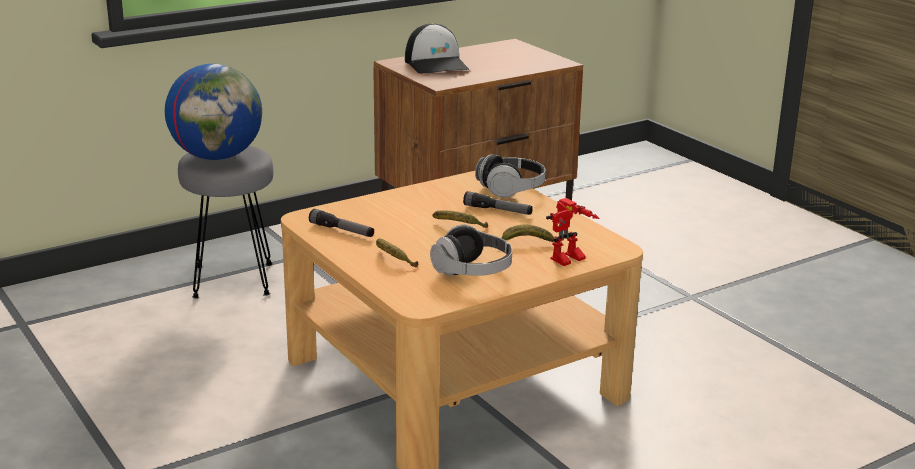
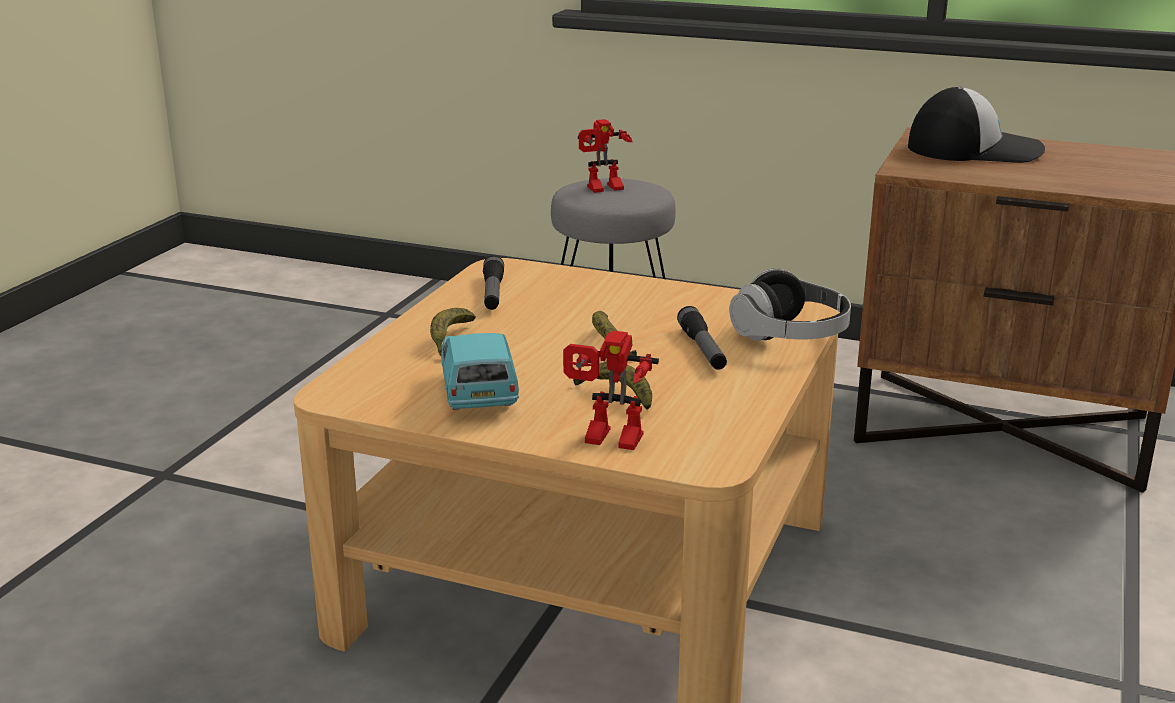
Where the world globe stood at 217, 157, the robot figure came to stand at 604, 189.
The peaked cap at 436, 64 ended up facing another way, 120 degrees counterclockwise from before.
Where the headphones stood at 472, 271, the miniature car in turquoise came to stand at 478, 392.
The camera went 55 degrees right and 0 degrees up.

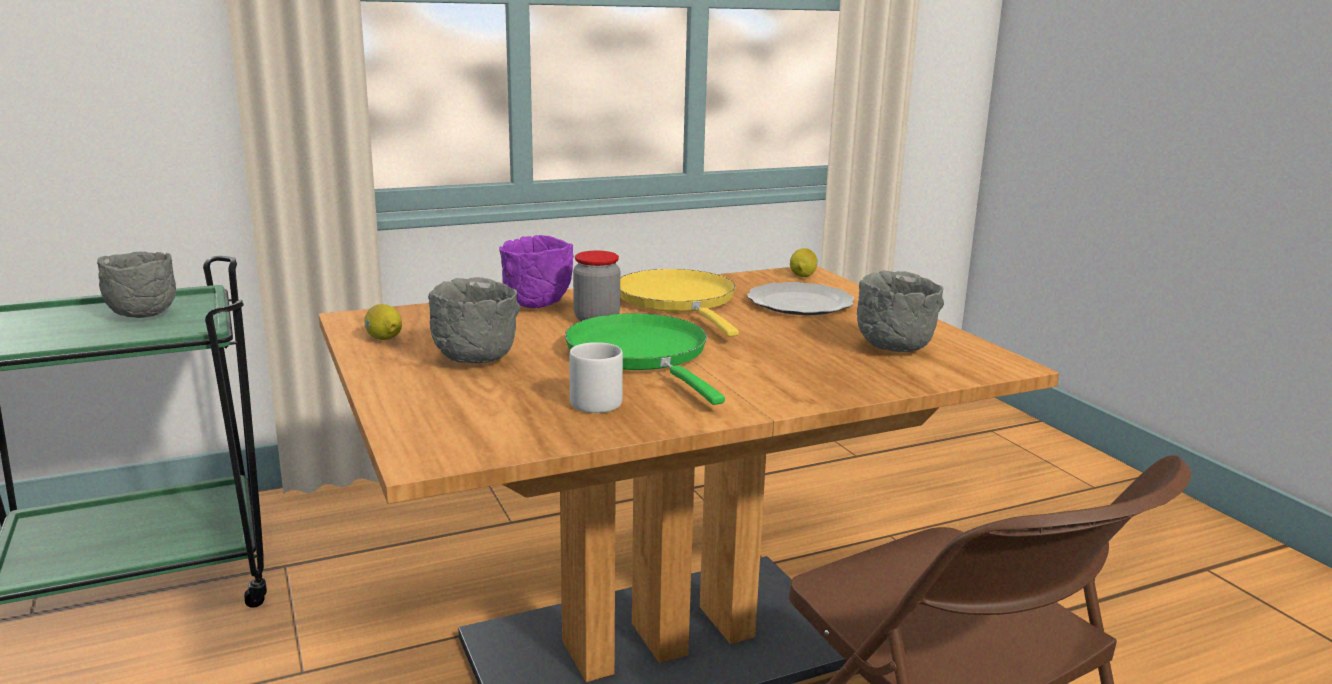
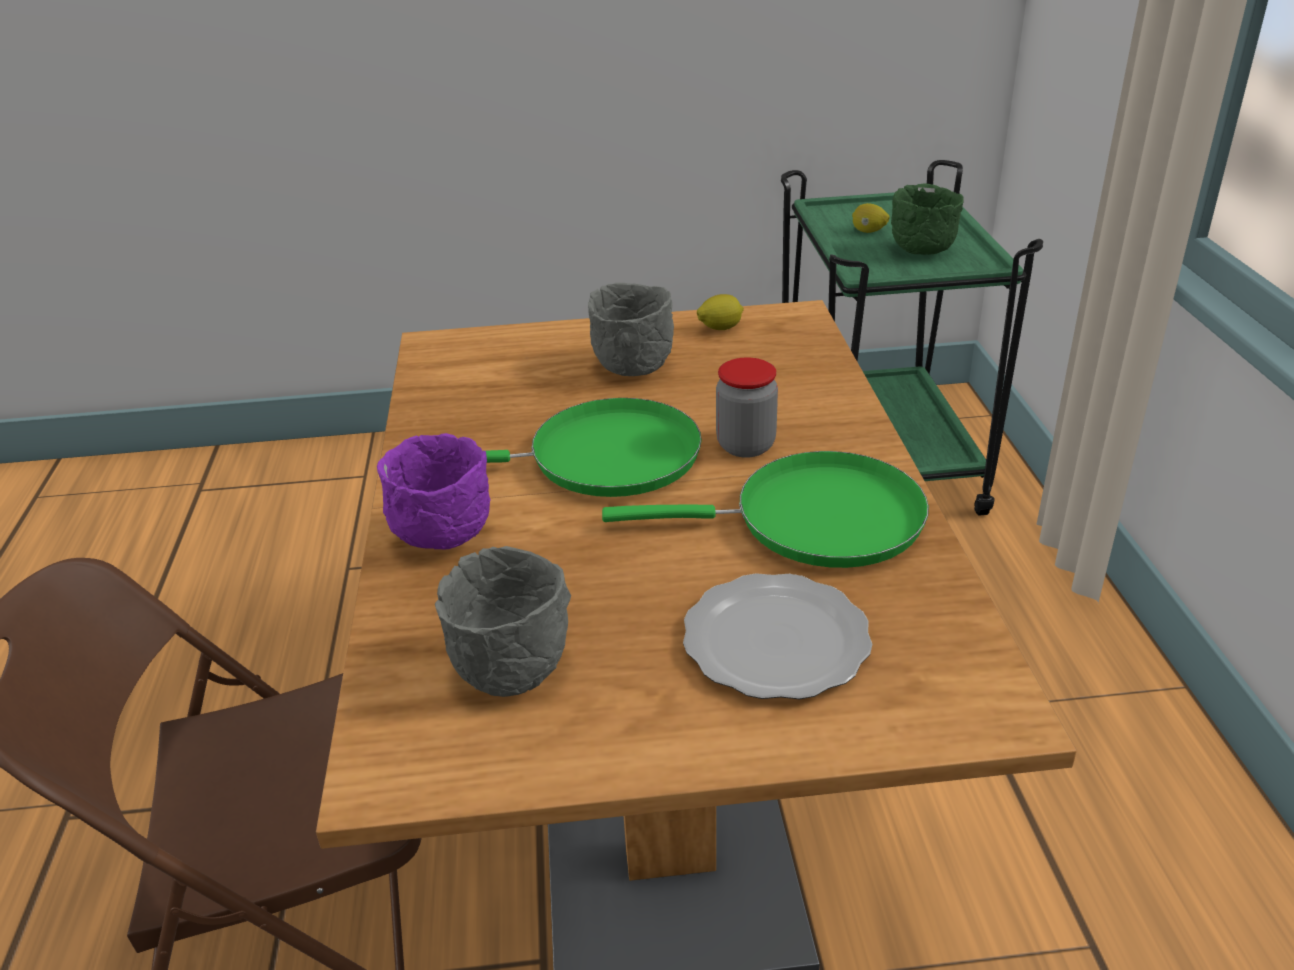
What was the serving bowl in gray at 142, 317 turned into the serving bowl in green at 920, 252.
The serving bowl in purplish ended up elsewhere, having gone from 539, 305 to 442, 539.
The second view lost the coffee mug in gray at 599, 401.
What was the skillet in yellow-coloured at 679, 301 turned into the skillet in green at 815, 520.
The lemon ended up elsewhere, having gone from 803, 276 to 868, 232.
The camera went 110 degrees right and 15 degrees up.

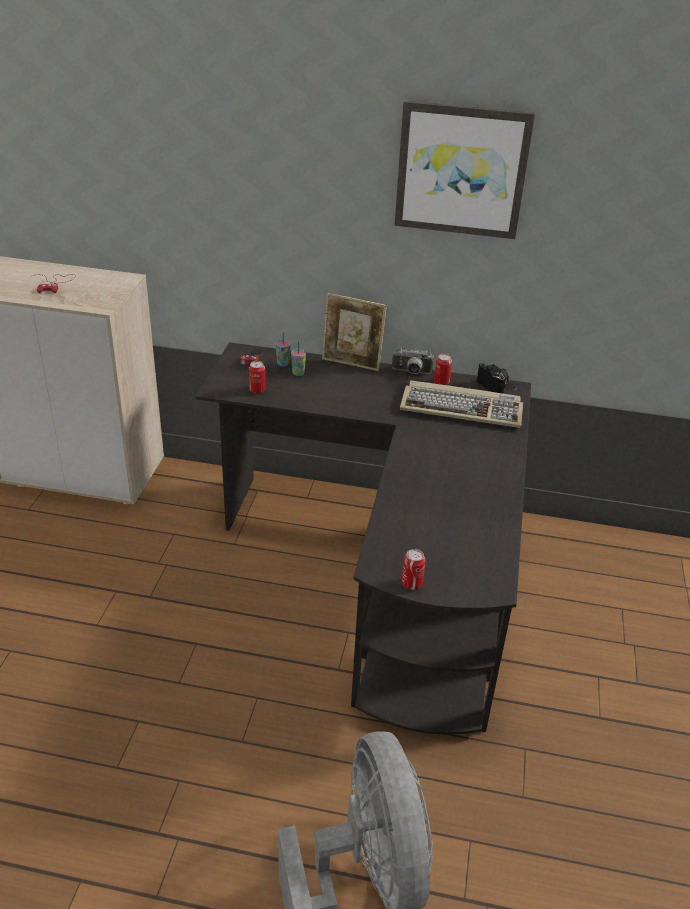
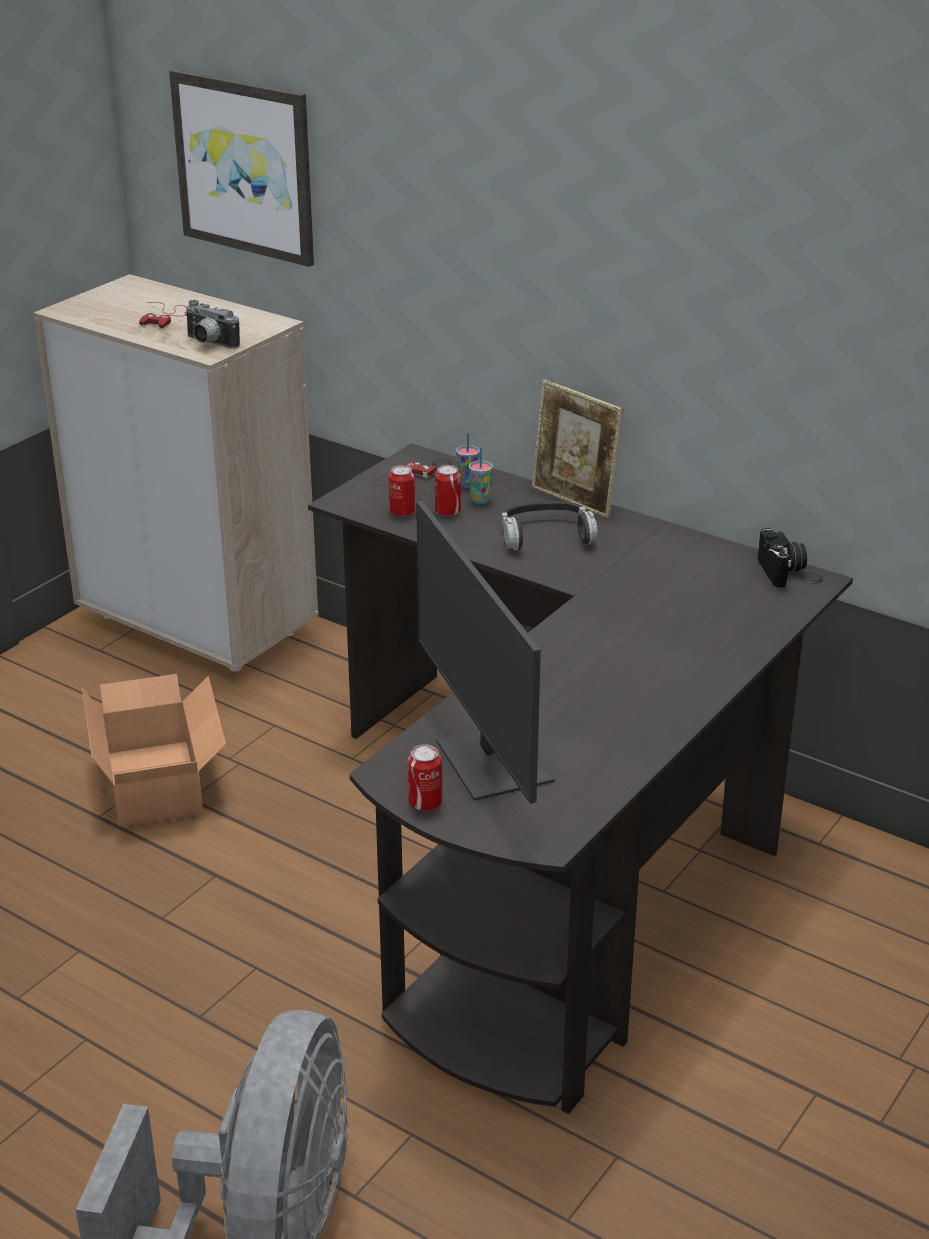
The still camera ended up elsewhere, having gone from 411, 372 to 208, 343.
The wall picture ended up elsewhere, having gone from 461, 170 to 245, 166.
The second view lost the PC keyboard at 462, 408.
The sealed can ended up elsewhere, having gone from 441, 382 to 447, 511.
The second view gained the cardboard box at 159, 780.
The second view gained the computer screen at 491, 762.
The second view gained the headphones at 546, 535.
The camera went 25 degrees right and 5 degrees down.

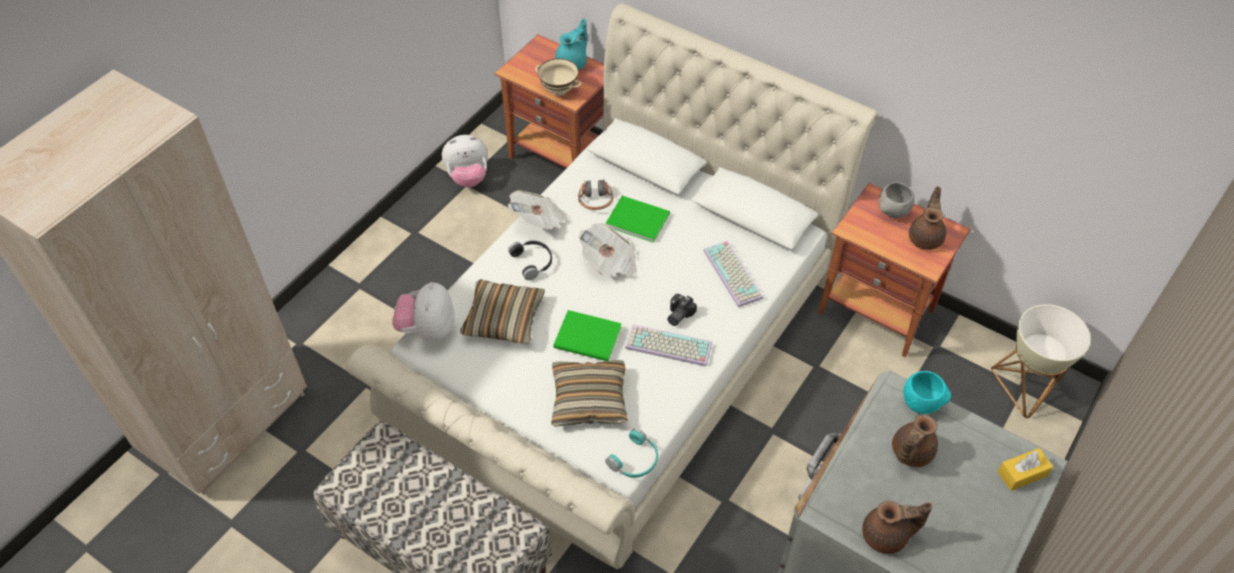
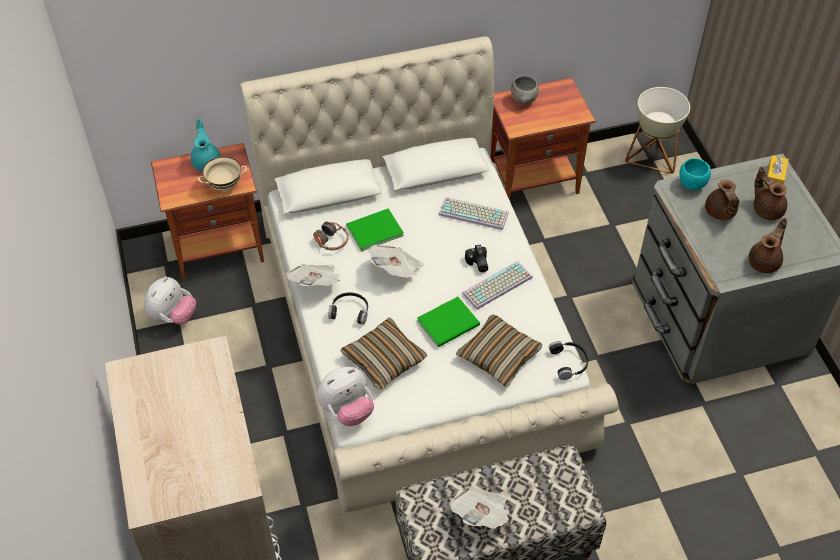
The cuddly toy at 428, 329 ended up facing another way, 75 degrees counterclockwise from before.
What was the headphones in turquoise at 635, 460 turned into the headphones in blackish at 569, 362.
The teapot in brownish ended up elsewhere, having gone from 926, 237 to 767, 209.
The second view gained the printed paper at 481, 514.
The camera went 50 degrees left and 0 degrees up.

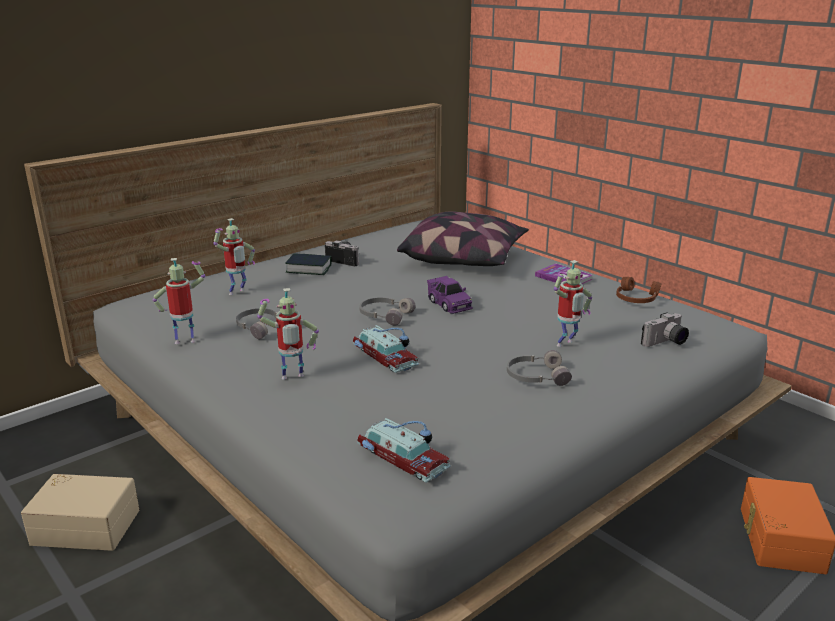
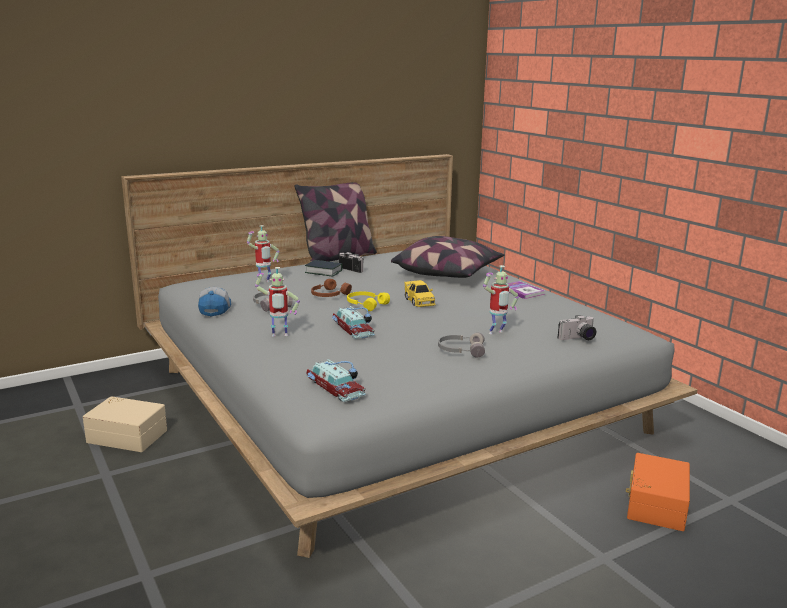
Where the robot figure stood at 186, 340, the peaked cap came to stand at 214, 308.
What was the headphones in gray at 385, 315 turned into the headphones in yellow-coloured at 366, 304.
What was the miniature car in purplish at 449, 304 turned into the miniature car in yellow-coloured at 419, 301.
The headphones in brownish ended up elsewhere, having gone from 635, 299 to 328, 295.
The second view gained the cushion at 338, 257.
The camera went 10 degrees right and 5 degrees down.

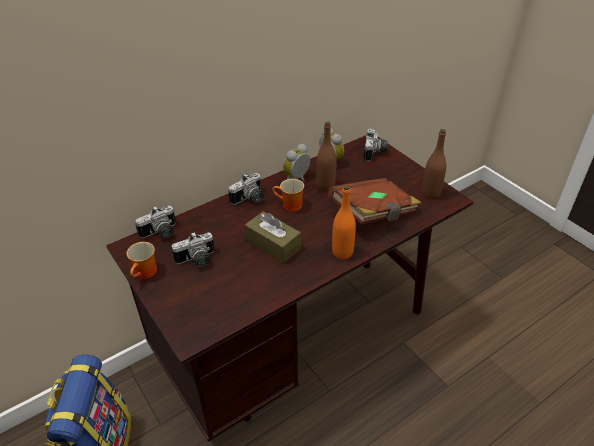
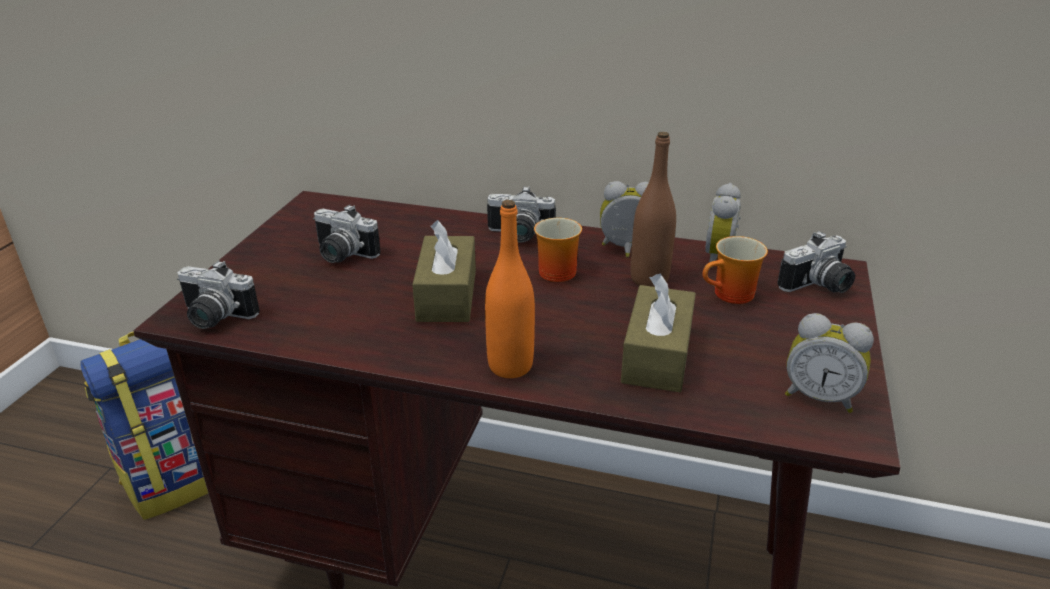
The coffee mug ended up elsewhere, having gone from 146, 273 to 732, 296.
The still camera ended up elsewhere, having gone from 161, 233 to 213, 318.
Where the volume in brownish stood at 374, 213, the tissue box in brownish came to stand at 657, 355.
Where the beverage bottle in brownish stood at 430, 194, the table clock came to stand at 819, 397.
The camera went 50 degrees right and 10 degrees down.

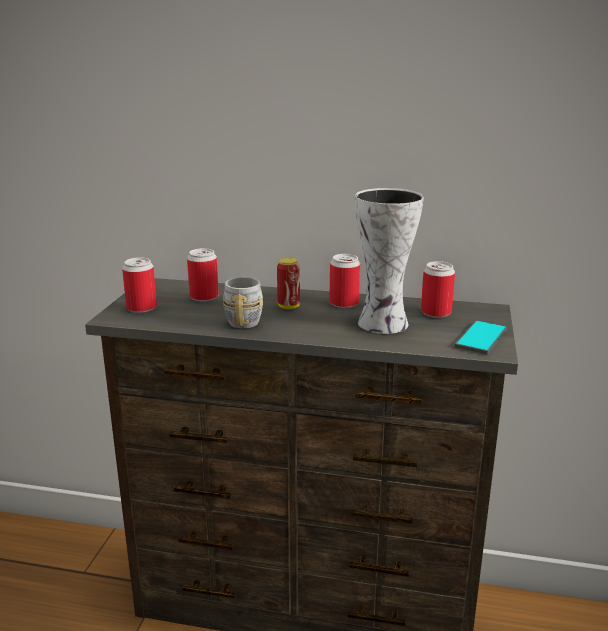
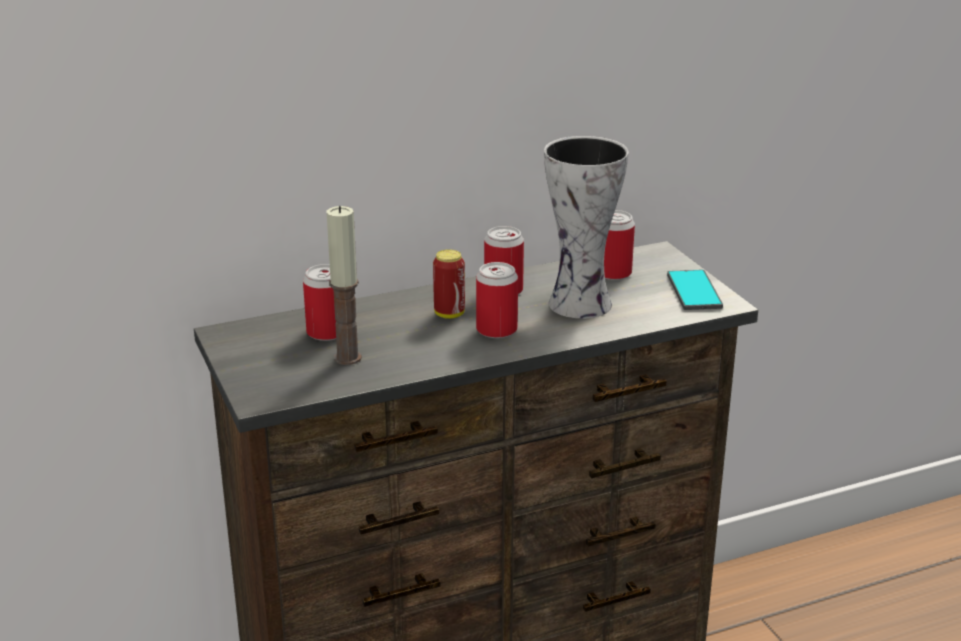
The sealed can ended up elsewhere, having gone from 141, 308 to 496, 330.
The second view lost the coffee mug in gray at 245, 319.
The second view gained the candle at 347, 358.
The camera went 35 degrees left and 5 degrees up.

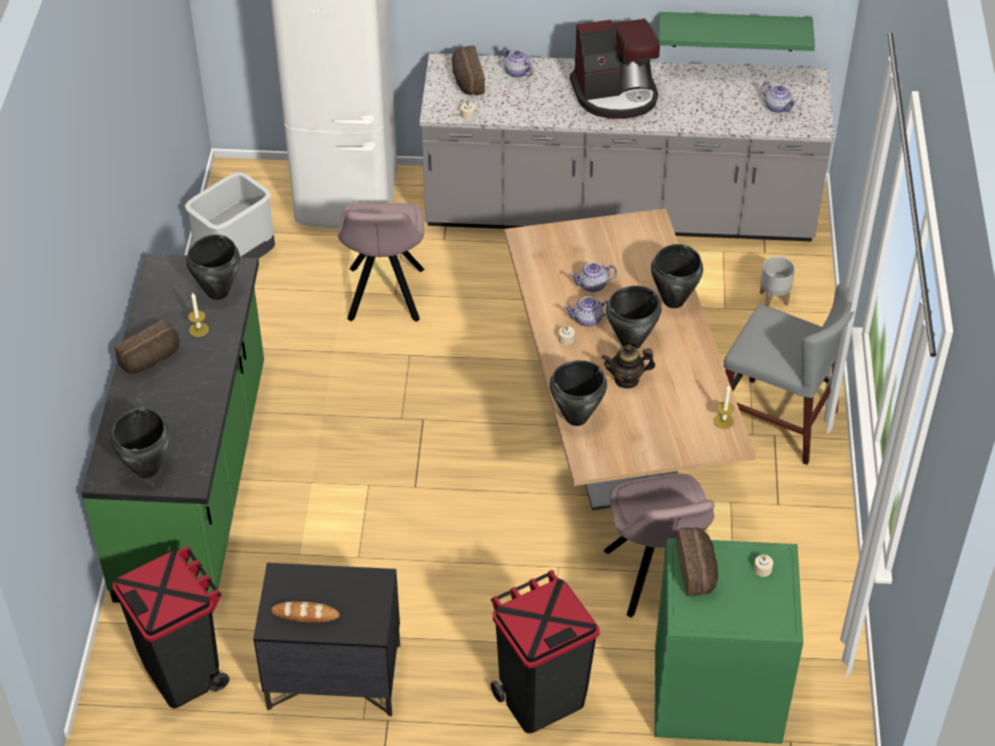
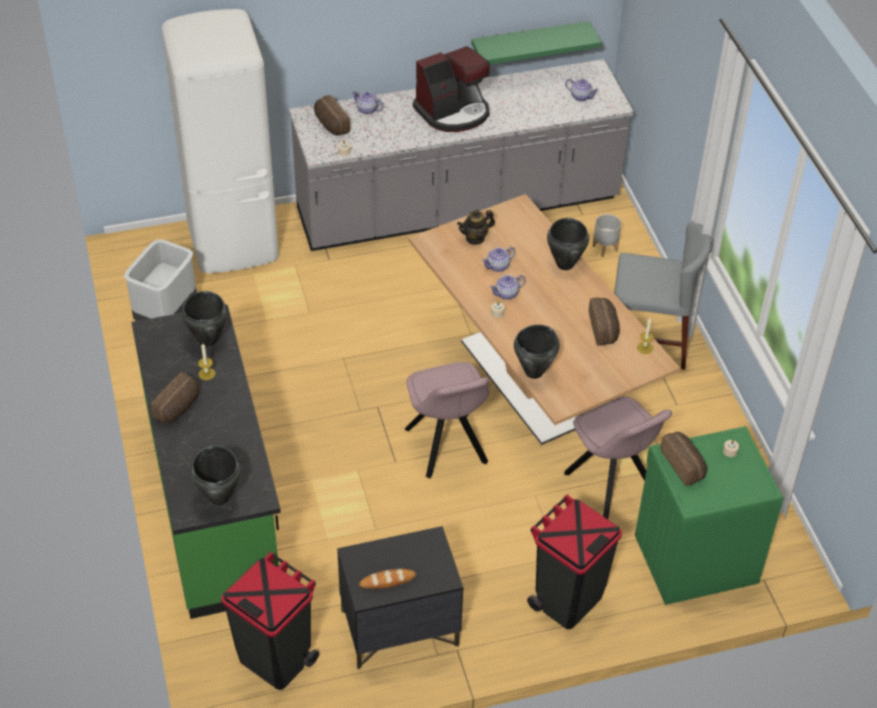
The chair in pink ended up elsewhere, having gone from 385, 295 to 446, 446.
The teapot ended up elsewhere, having gone from 626, 379 to 475, 238.
The second view lost the stockpot in blackish at 631, 342.
The second view gained the bakery bread at 604, 329.
The camera went 20 degrees left and 0 degrees up.

